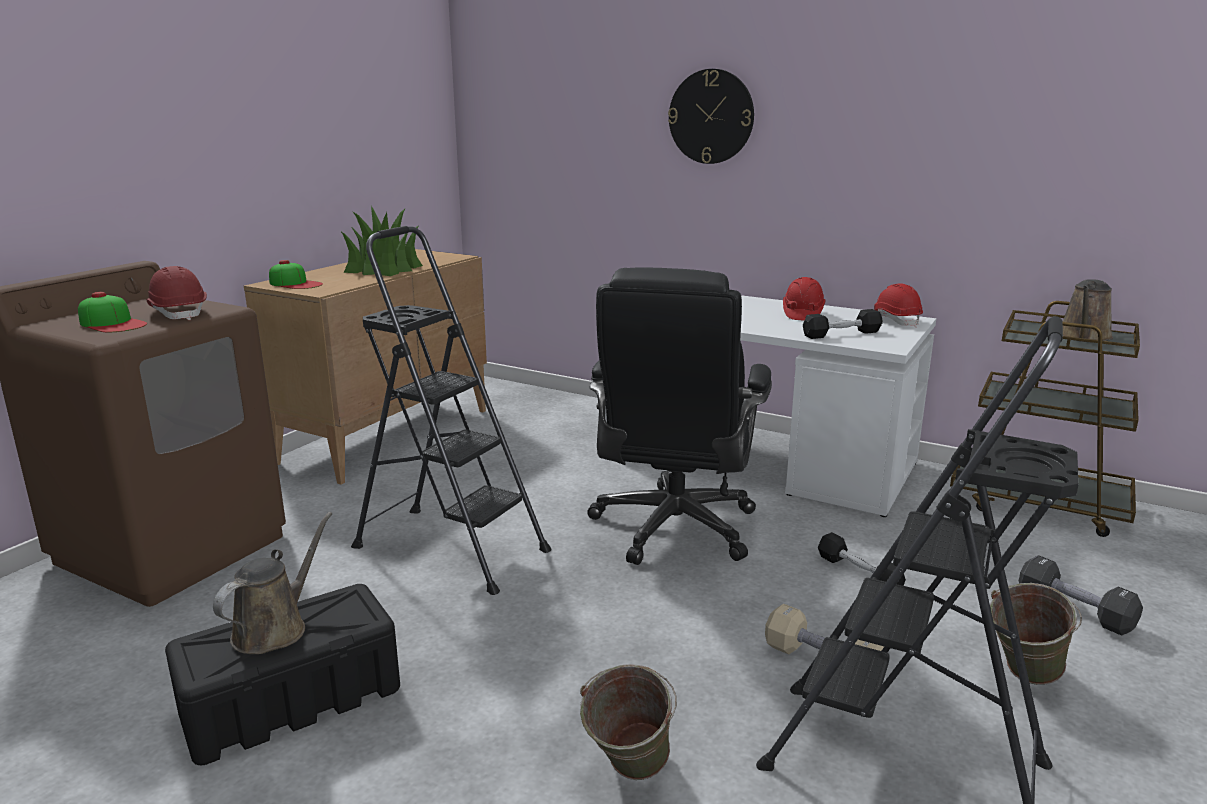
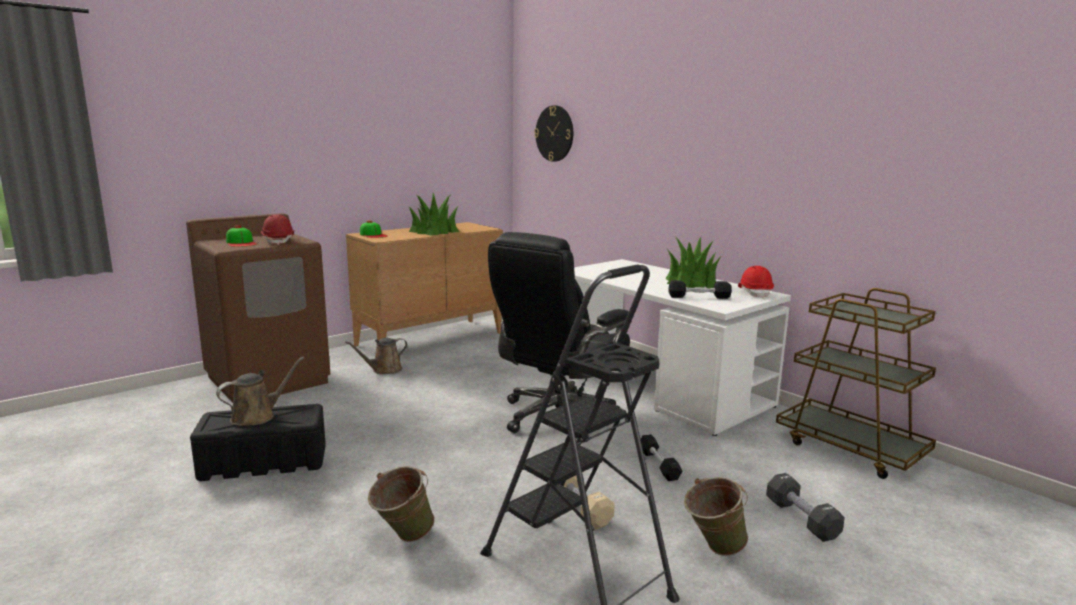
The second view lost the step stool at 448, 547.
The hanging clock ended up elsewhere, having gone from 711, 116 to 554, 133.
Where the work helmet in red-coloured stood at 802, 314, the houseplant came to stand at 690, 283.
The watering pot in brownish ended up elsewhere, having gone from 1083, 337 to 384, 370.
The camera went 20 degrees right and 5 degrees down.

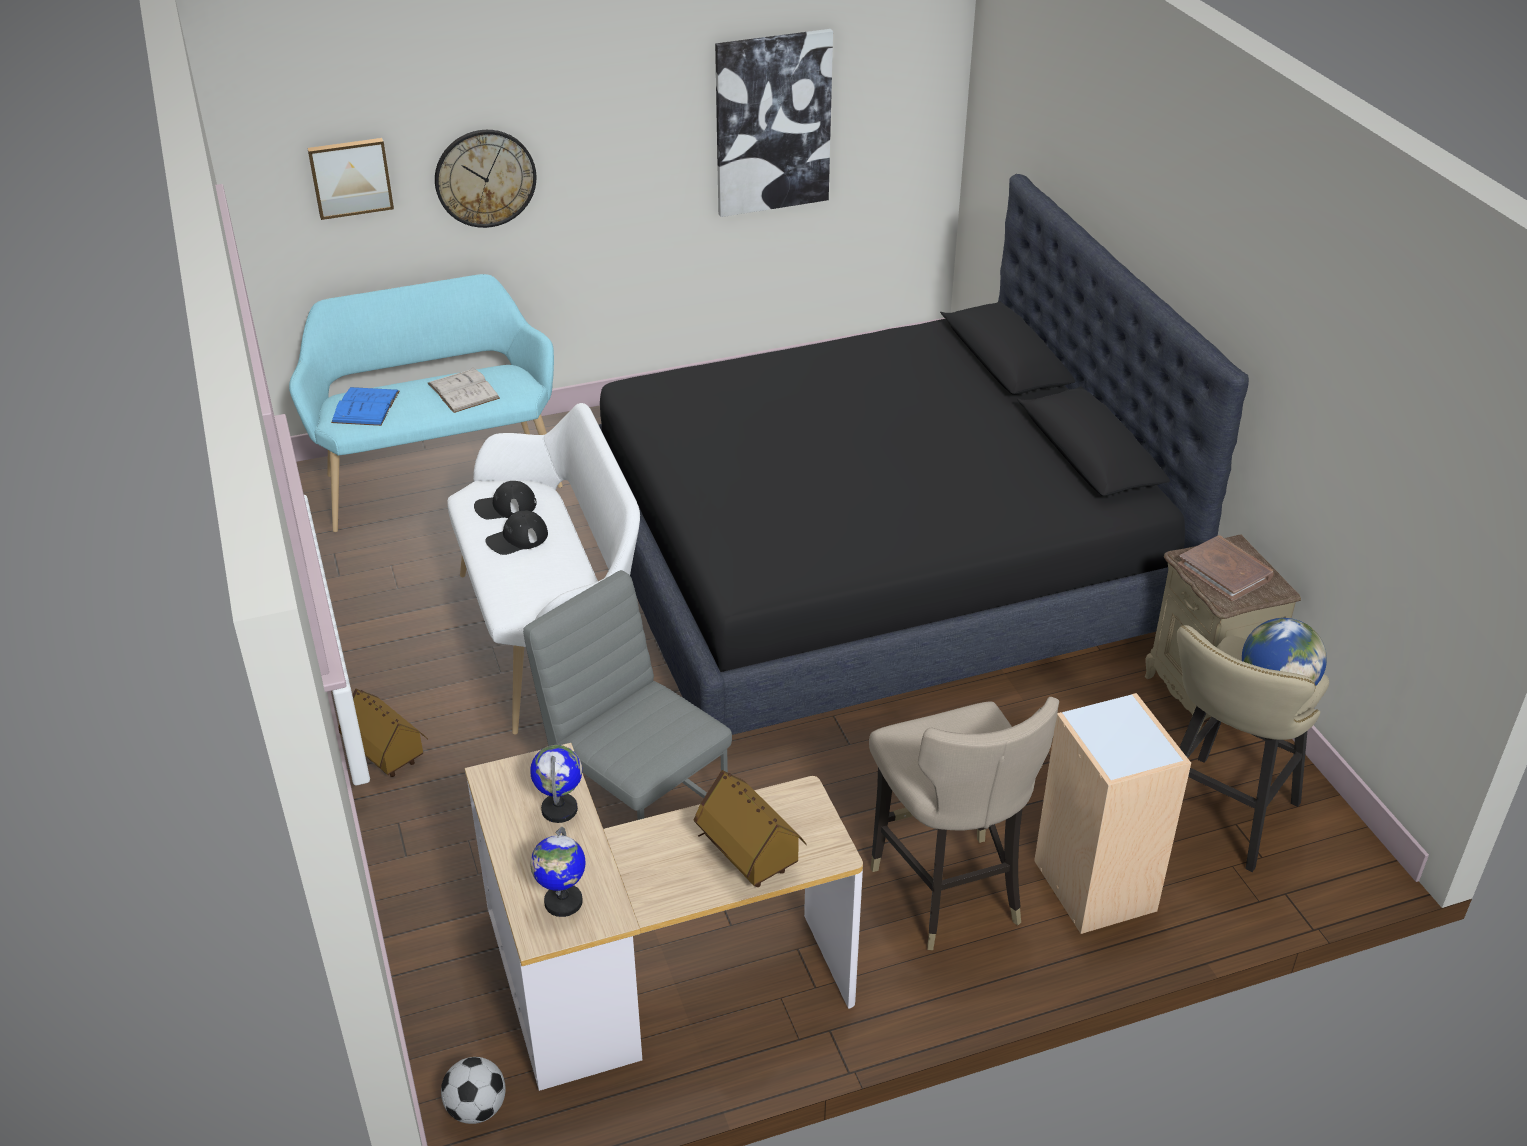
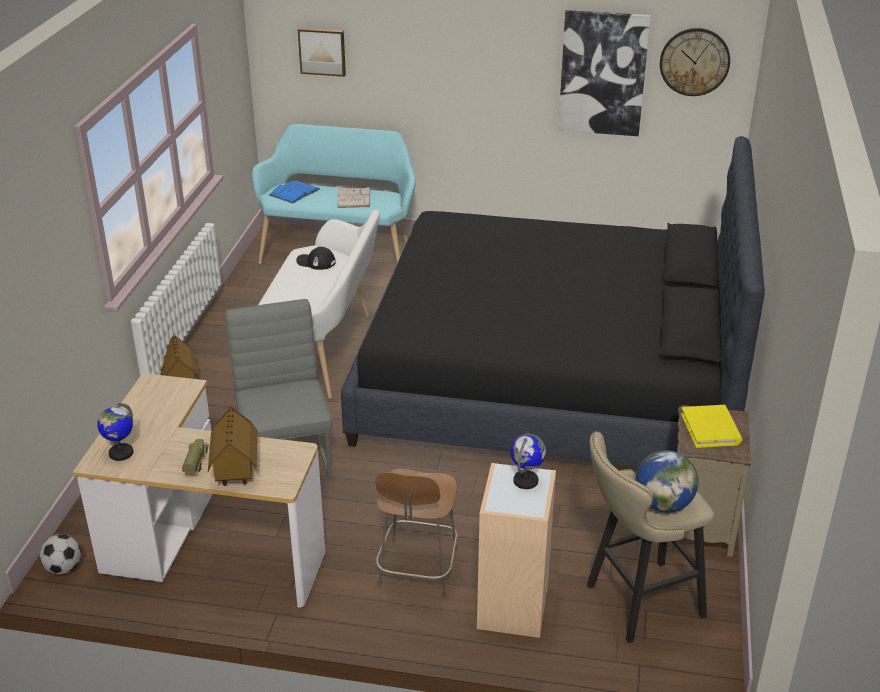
The hanging clock ended up elsewhere, having gone from 485, 178 to 694, 62.
The second view lost the peaked cap in blackish at 517, 539.
The world globe ended up elsewhere, having gone from 560, 809 to 526, 481.
Where the stool in sand-coloured stood at 947, 891, the chair in brownish came to stand at 417, 570.
What was the volume in brownish at 1225, 571 turned into the volume in yellow-coloured at 710, 429.
The second view gained the model truck at 195, 463.
The camera went 30 degrees right and 5 degrees down.

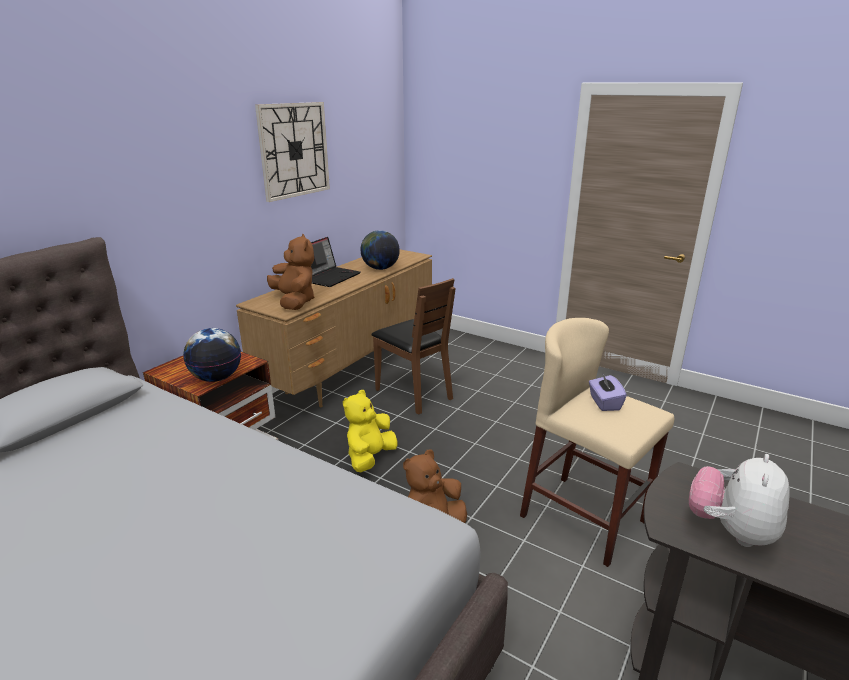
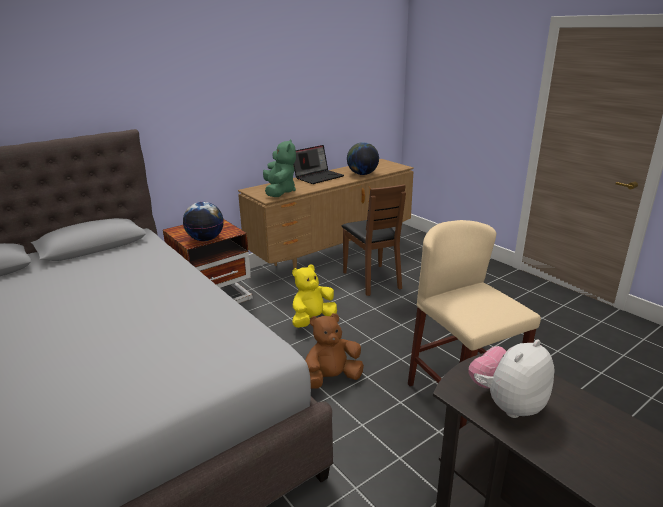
The second view lost the hanging clock at 294, 150.
What was the cuddly toy in brownish at 294, 302 turned into the cuddly toy in green at 279, 192.
The second view lost the tissue box in purplish at 604, 403.
The camera went 20 degrees right and 0 degrees up.

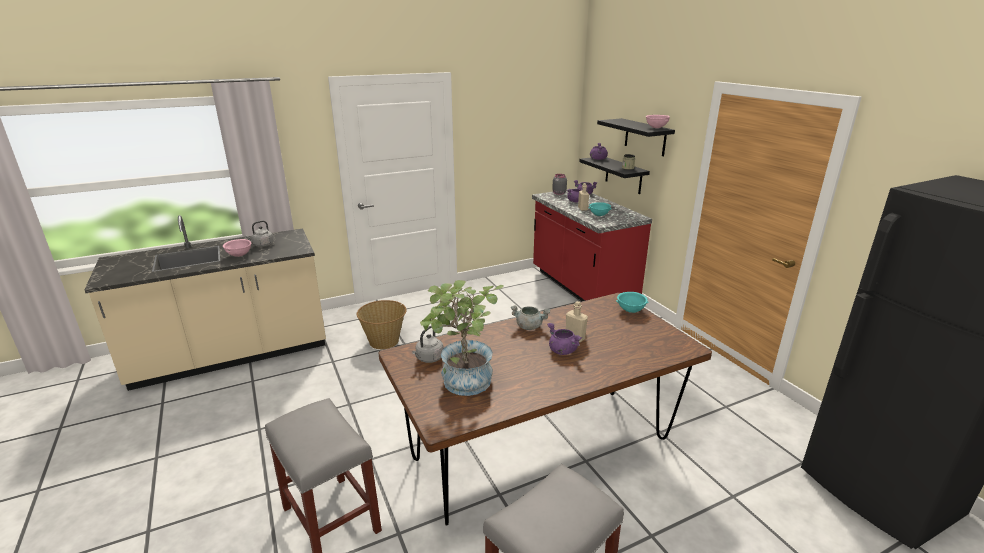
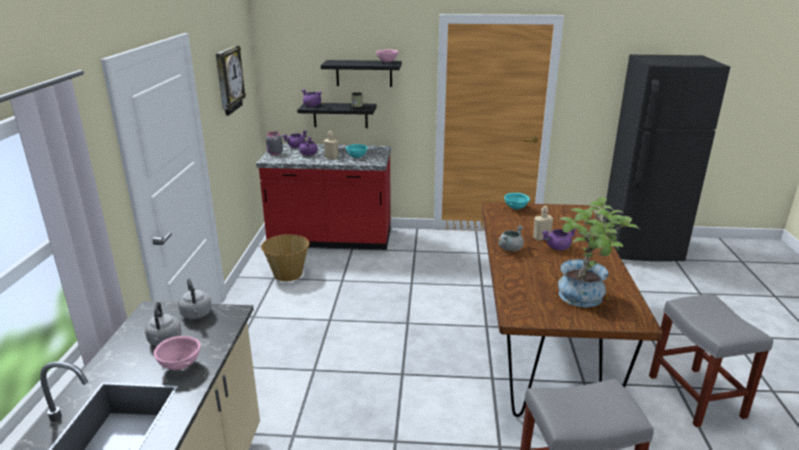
The basket ended up elsewhere, having gone from 384, 341 to 288, 274.
The water kettle in gray ended up elsewhere, having gone from 428, 358 to 197, 315.
The second view gained the hanging clock at 228, 80.
The camera went 60 degrees left and 0 degrees up.

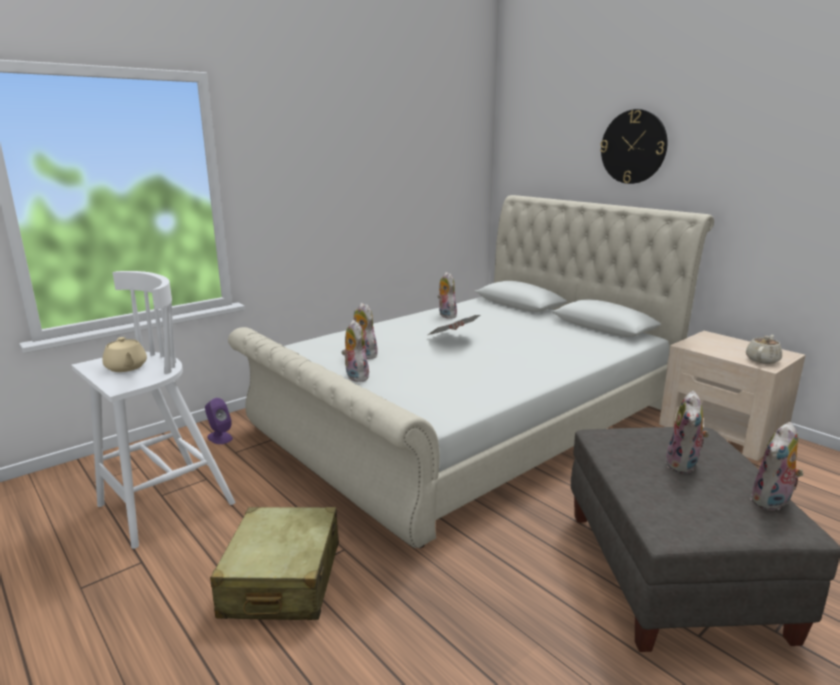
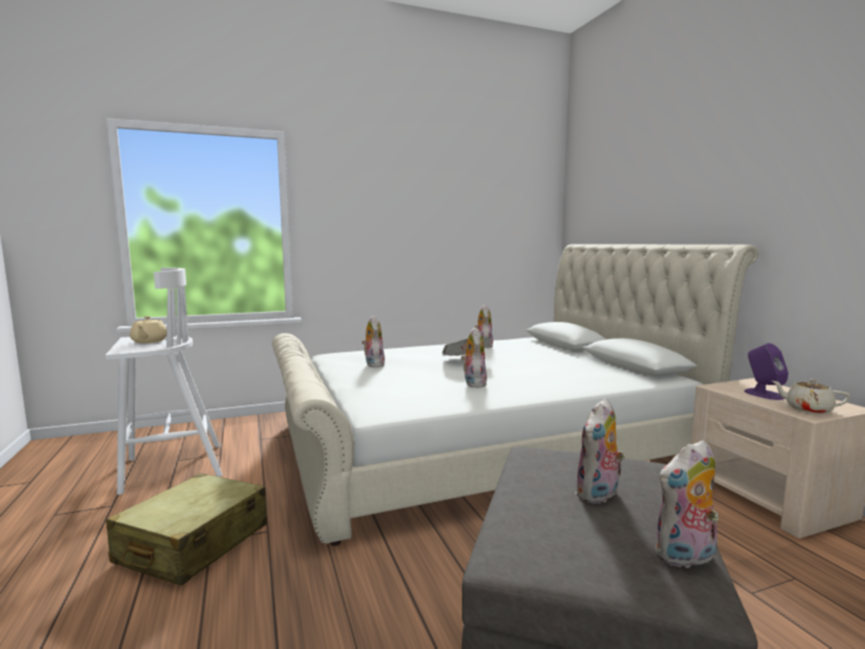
The speaker in purplish ended up elsewhere, having gone from 219, 437 to 763, 394.
The cuddly toy ended up elsewhere, having gone from 355, 376 to 473, 383.
The second view lost the hanging clock at 633, 147.
The teapot in sand-coloured at 762, 360 ended up facing another way, 120 degrees counterclockwise from before.
The camera went 20 degrees right and 10 degrees down.

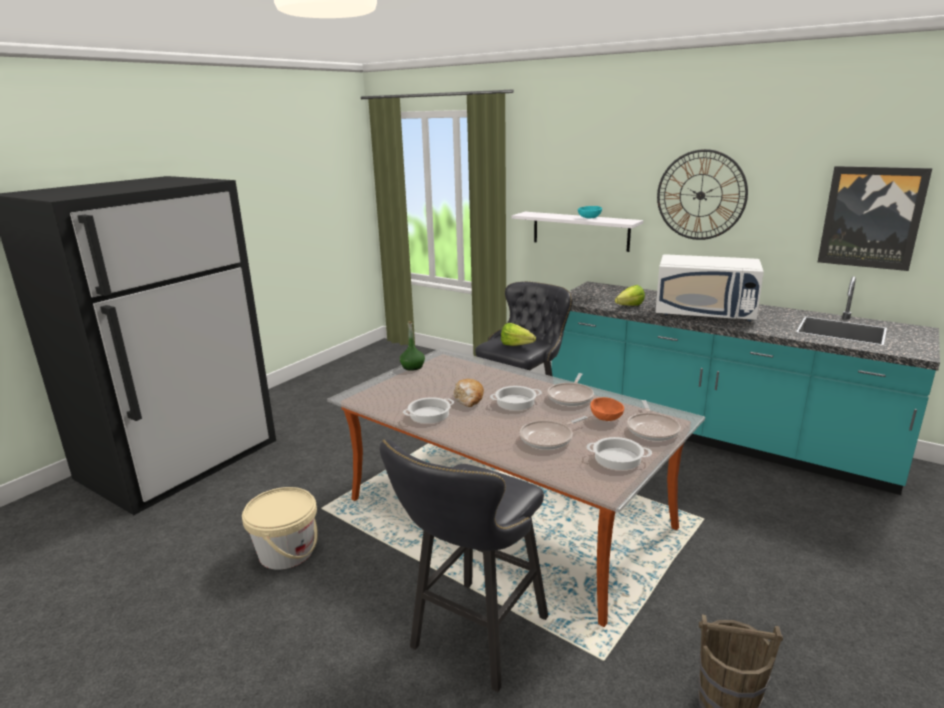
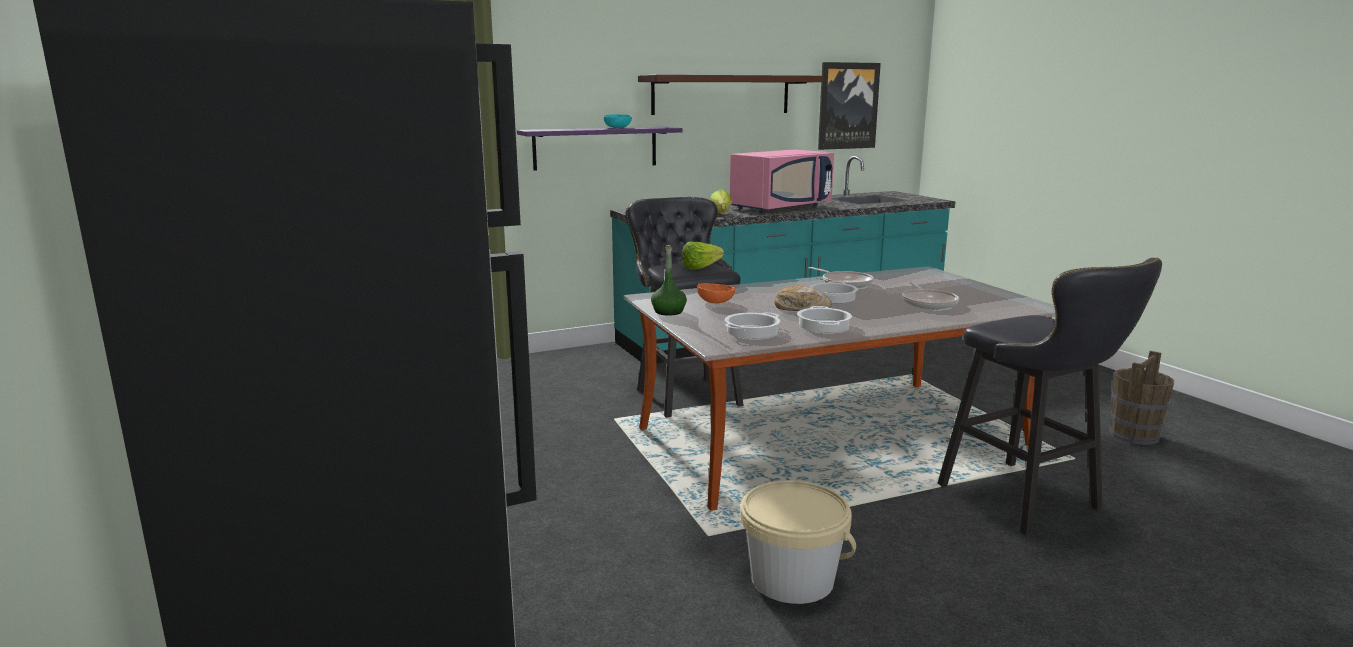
What was the bracket shelf in whitish at 580, 231 turned into the bracket shelf in purplish at 595, 148.
The stockpot ended up elsewhere, having gone from 617, 458 to 752, 331.
The serving bowl in orangey ended up elsewhere, having gone from 607, 418 to 715, 302.
The second view lost the skillet at 652, 429.
What was the microwave oven in whitish at 705, 314 turned into the microwave oven in pink at 781, 207.
Where the hanging clock hung at 700, 195, the bracket shelf in brownish came to hang at 721, 94.
The camera went 60 degrees left and 5 degrees down.

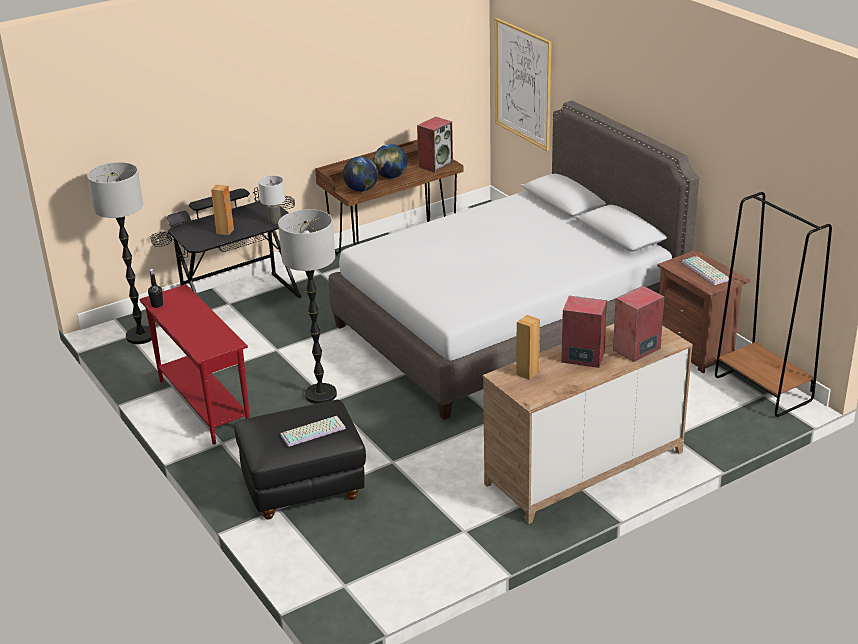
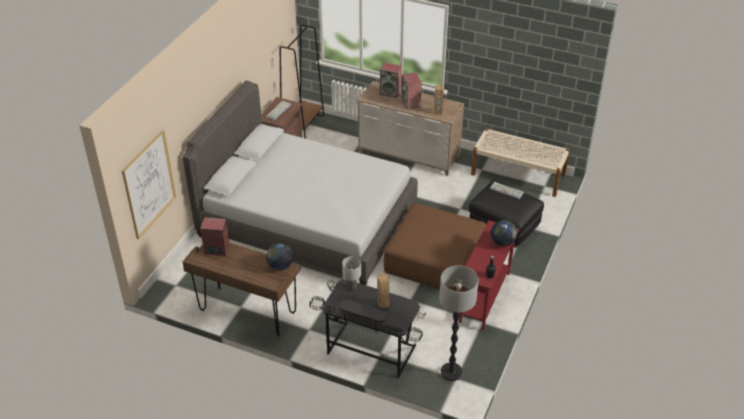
Where the standing lamp stood at 321, 395, the ottoman in brownish came to stand at 434, 258.
The world globe ended up elsewhere, having gone from 391, 177 to 502, 242.
The second view gained the long seat in sand-coloured at 518, 174.
The camera went 125 degrees left and 10 degrees up.

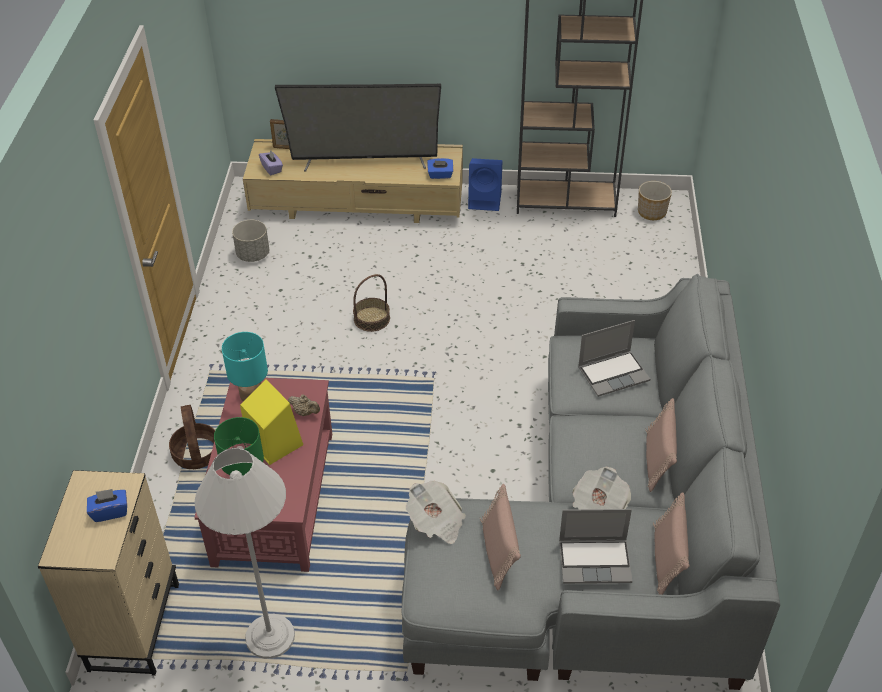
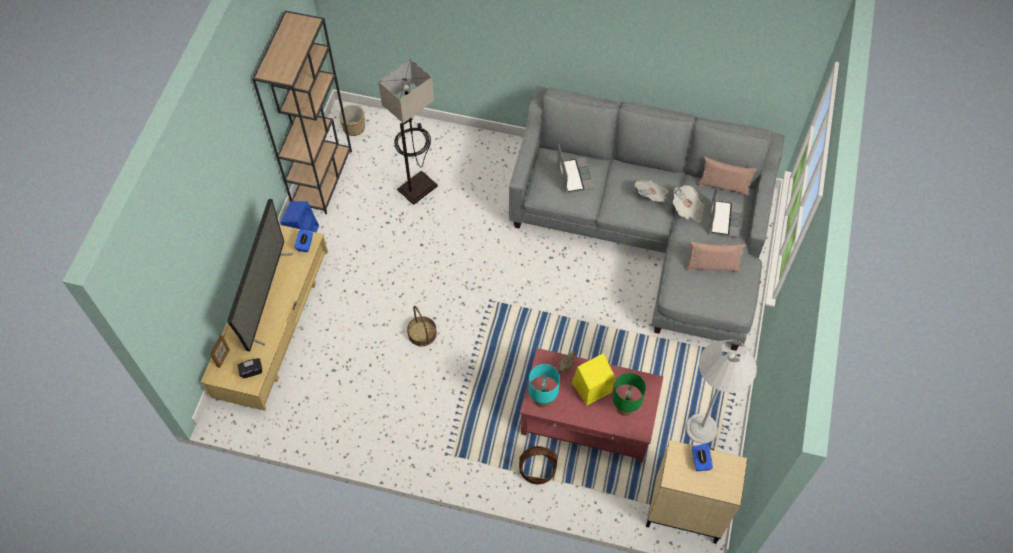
The second view lost the plant pot in gray at 253, 254.
What was the tissue box in purplish at 272, 168 turned into the tissue box in blackish at 251, 371.
The printed paper ended up elsewhere, having gone from 436, 522 to 651, 196.
The second view lost the cushion in sand-coloured at 658, 461.
The second view gained the standing lamp at 415, 163.
The camera went 80 degrees left and 15 degrees up.

